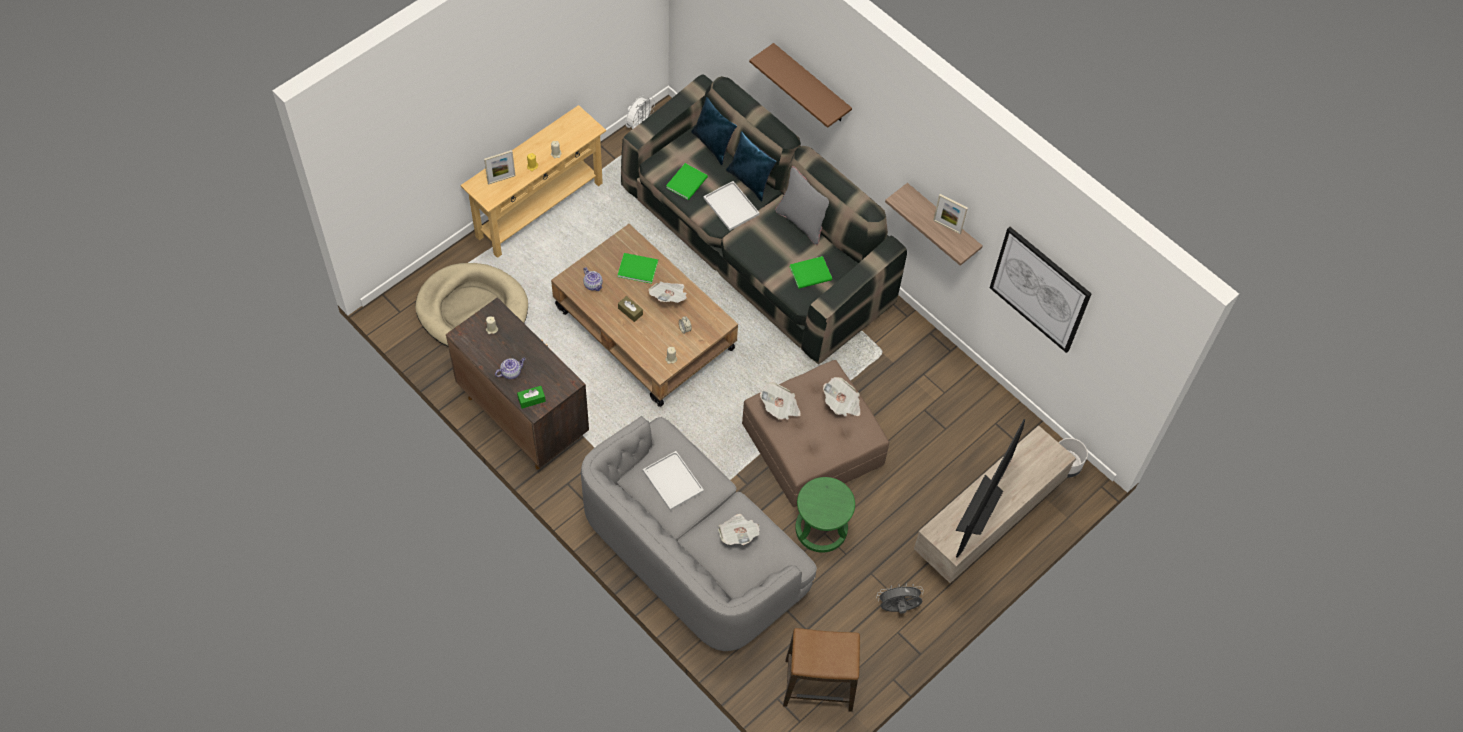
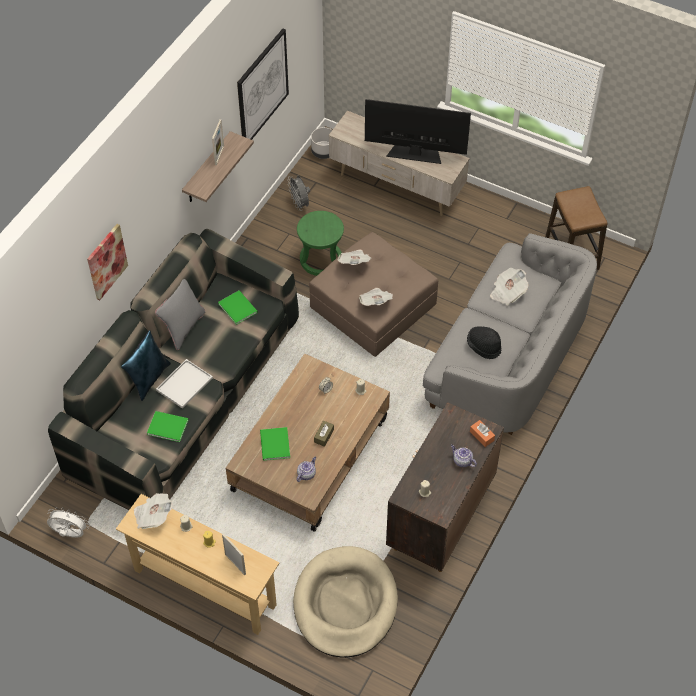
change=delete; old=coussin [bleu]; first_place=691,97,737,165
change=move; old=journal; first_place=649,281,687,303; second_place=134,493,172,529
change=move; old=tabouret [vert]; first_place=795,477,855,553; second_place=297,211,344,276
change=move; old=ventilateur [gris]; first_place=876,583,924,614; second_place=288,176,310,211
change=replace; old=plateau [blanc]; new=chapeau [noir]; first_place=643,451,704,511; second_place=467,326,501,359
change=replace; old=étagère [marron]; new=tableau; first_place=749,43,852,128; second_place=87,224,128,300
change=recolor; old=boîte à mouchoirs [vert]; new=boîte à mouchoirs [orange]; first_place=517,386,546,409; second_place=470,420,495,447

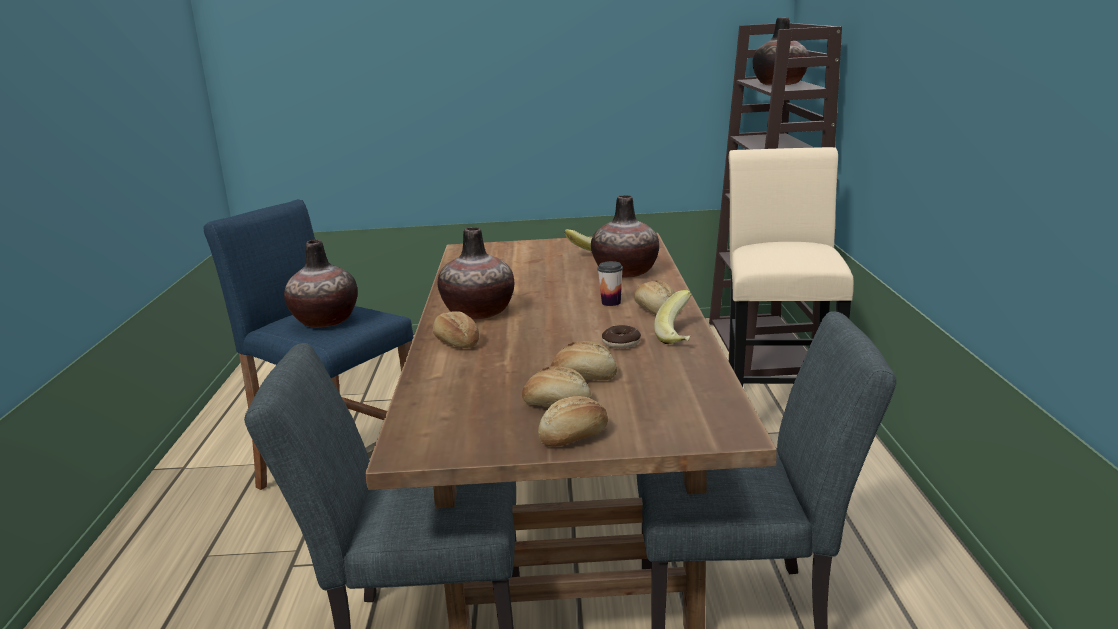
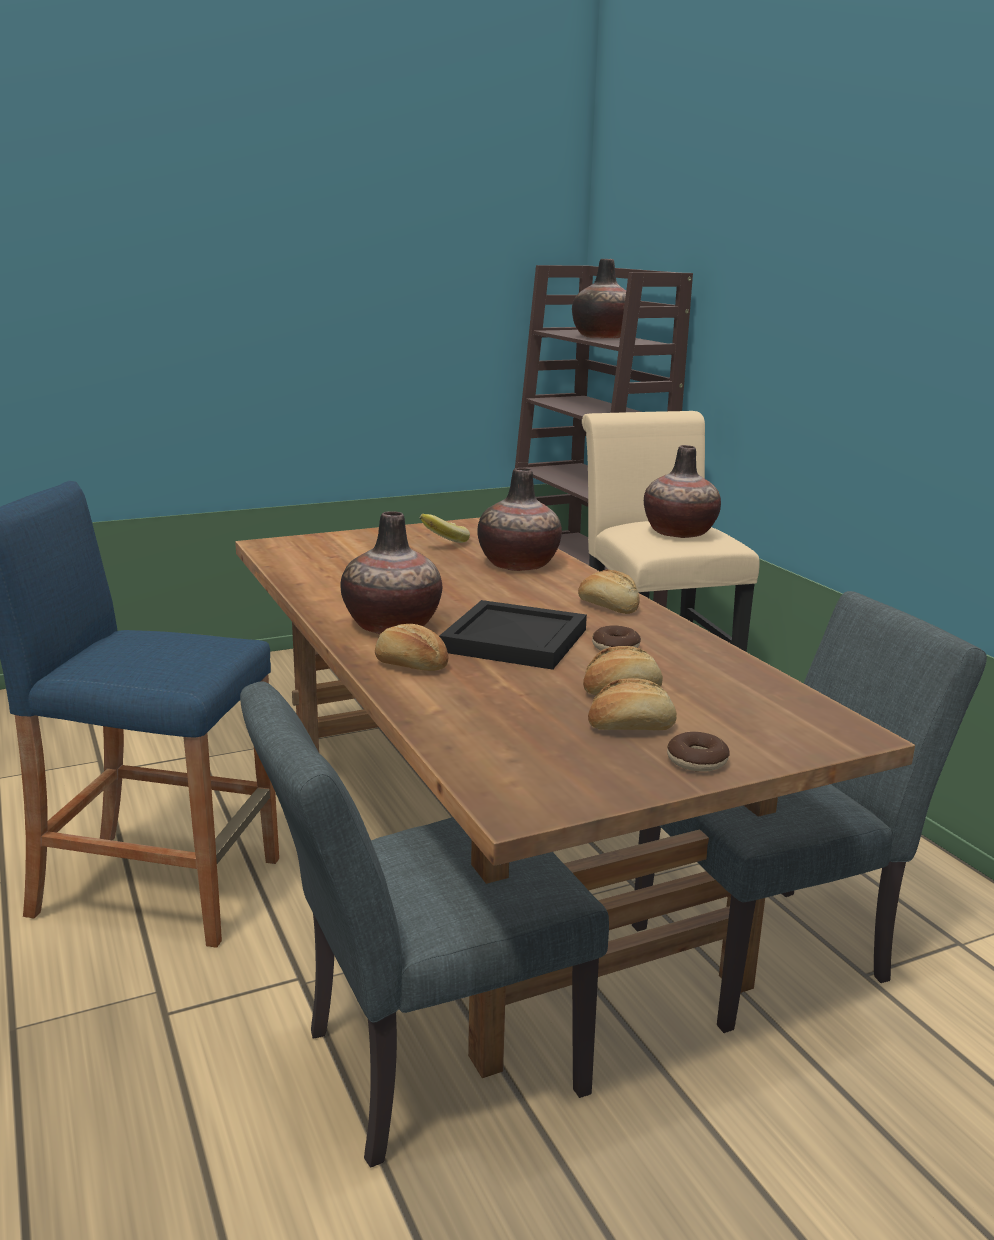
change=delete; old=tasse; first_place=597,261,623,306
change=delete; old=banane; first_place=654,290,692,344
change=insert; new=plateau [noir]; second_place=439,600,587,670
change=move; old=vase; first_place=284,240,357,328; second_place=644,445,721,538
change=replace; old=pain; new=beignet; first_place=538,396,608,447; second_place=667,732,730,772

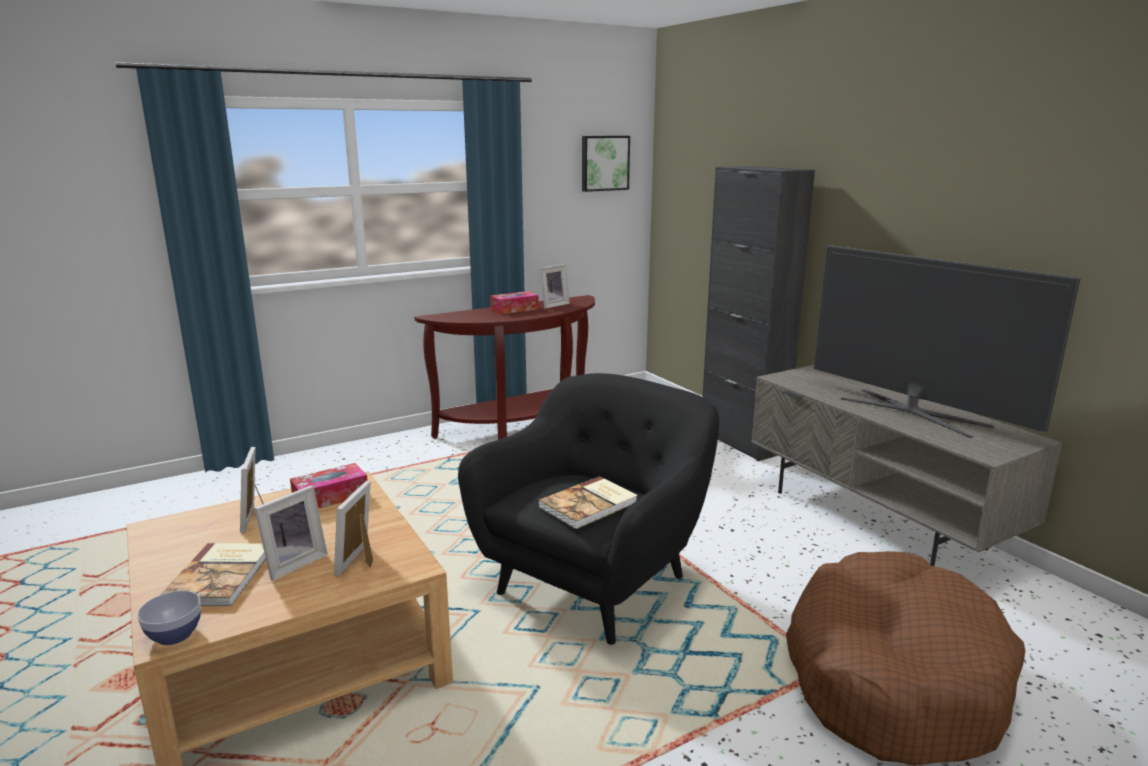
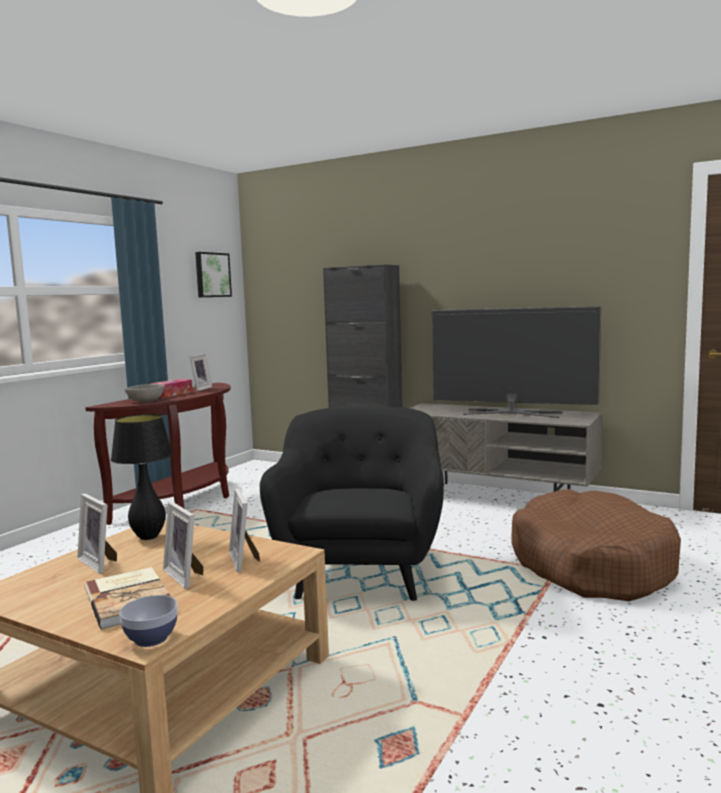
change=delete; old=livre; first_place=538,476,638,529
change=insert; new=bol [gris]; second_place=124,384,165,402
change=replace; old=boîte à mouchoirs; new=lampe de table [noir]; first_place=290,463,368,509; second_place=111,414,173,540
change=rotate; old=cadre photo; first_place=254,485,328,581; second_place=163,501,203,589; degrees=135

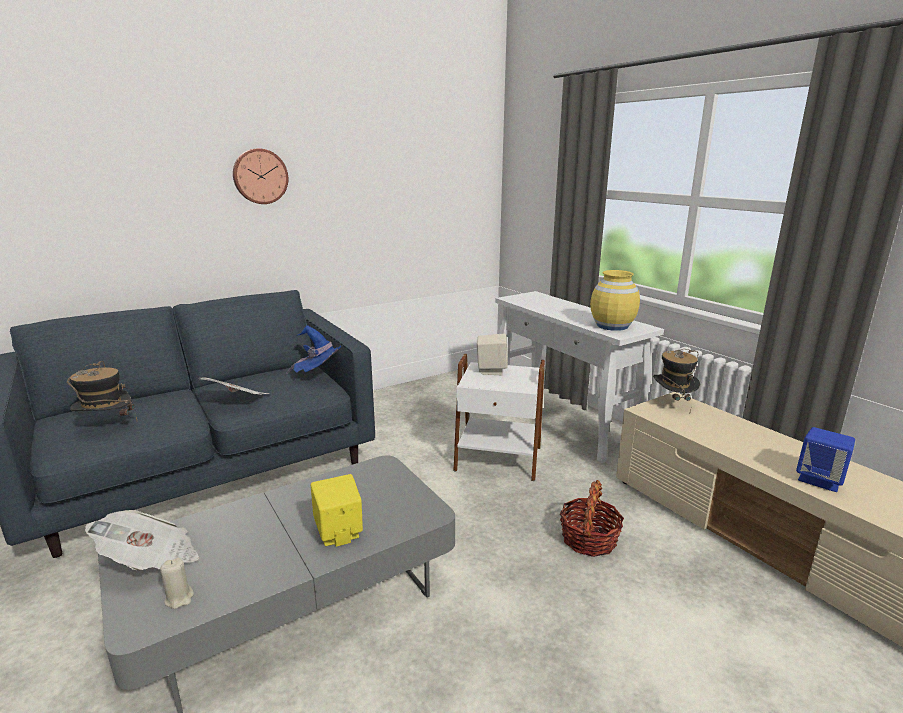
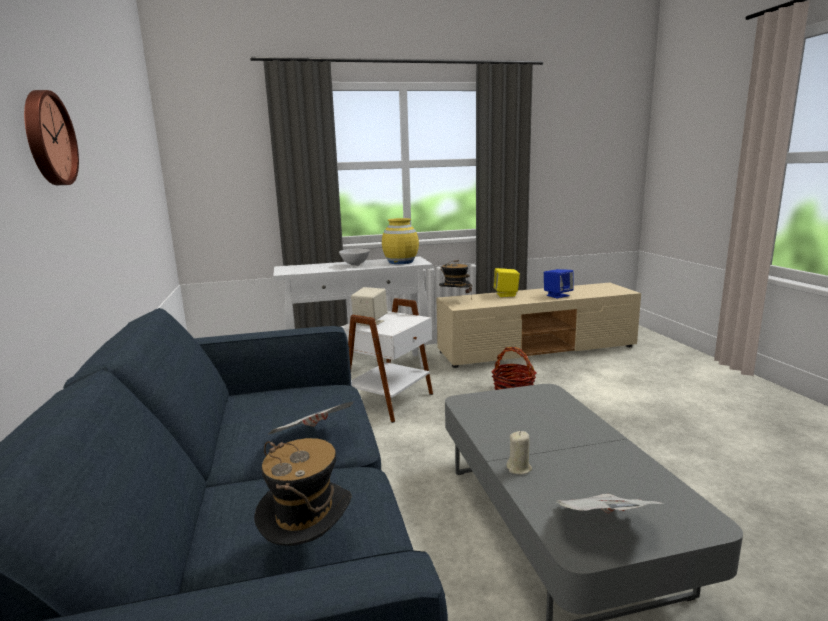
change=delete; old=chapeau [bleu]; first_place=286,325,341,374
change=insert; new=bol [blanc]; second_place=339,249,370,266
change=move; old=bougie [beige]; first_place=160,558,194,609; second_place=506,431,532,475
change=move; old=enceinte [jaune]; first_place=311,474,363,547; second_place=493,268,520,297

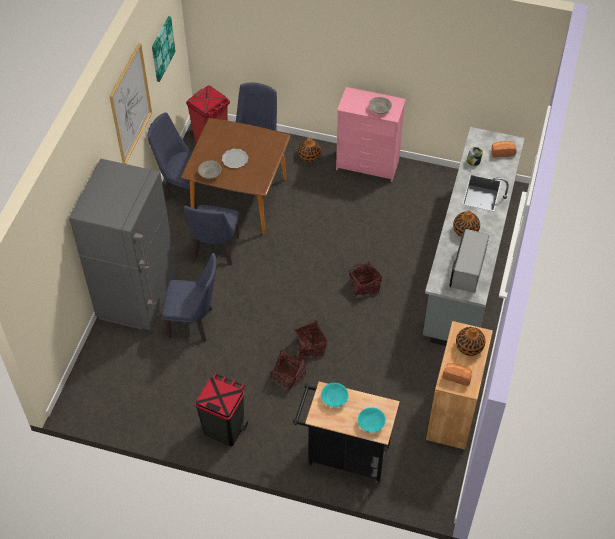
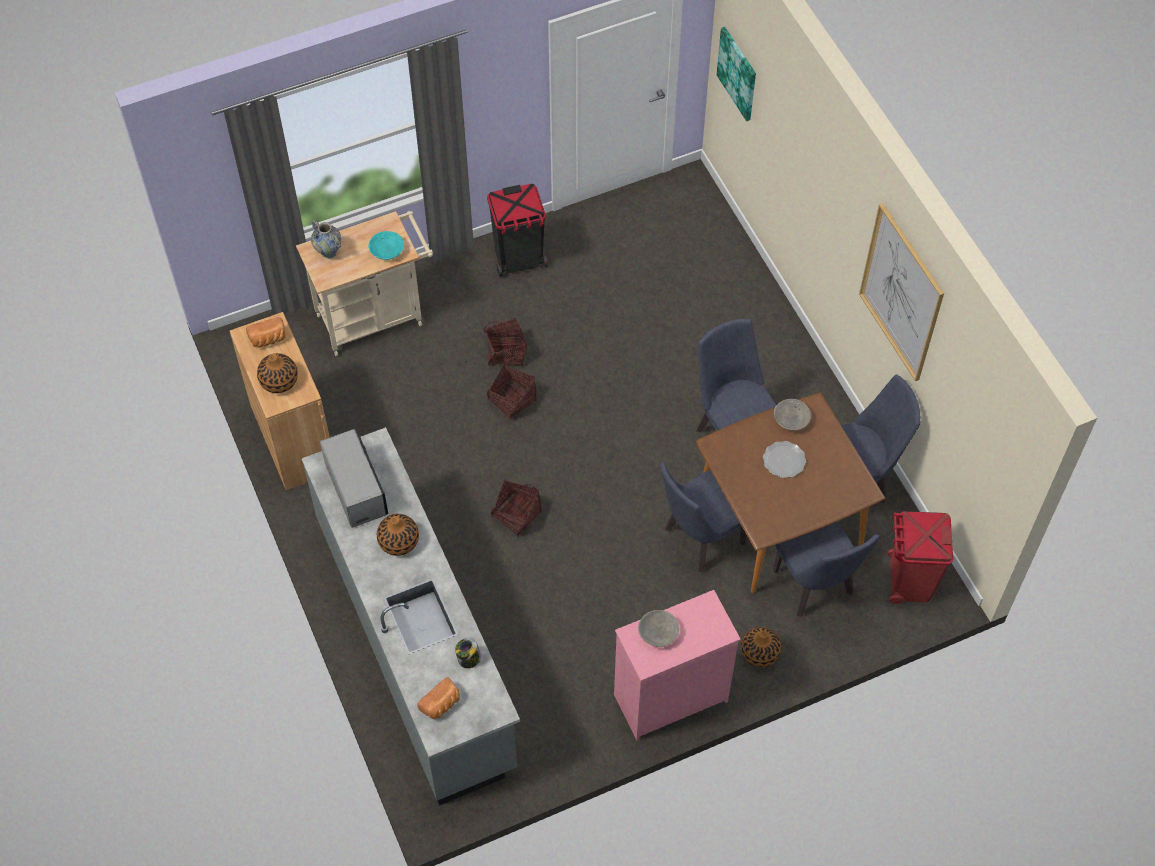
change=delete; old=réfrigérateur [gris]; first_place=69,159,176,331
change=move; old=tableau; first_place=152,16,175,82; second_place=717,27,756,121
change=move; old=chaise [bleu]; first_place=162,253,217,342; second_place=660,463,747,572
change=replace; old=bol [turquoise]; new=vase; first_place=358,407,386,433; second_place=311,220,341,259
change=recolor; old=chariot [noir]; new=chariot [beige]; first_place=293,382,400,483; second_place=296,211,433,356

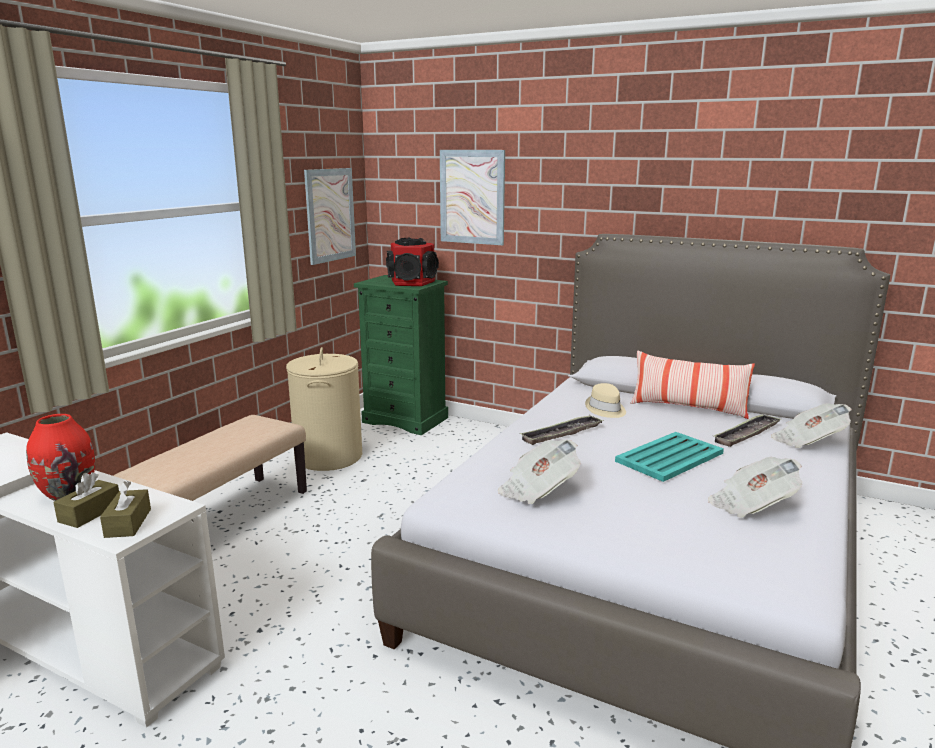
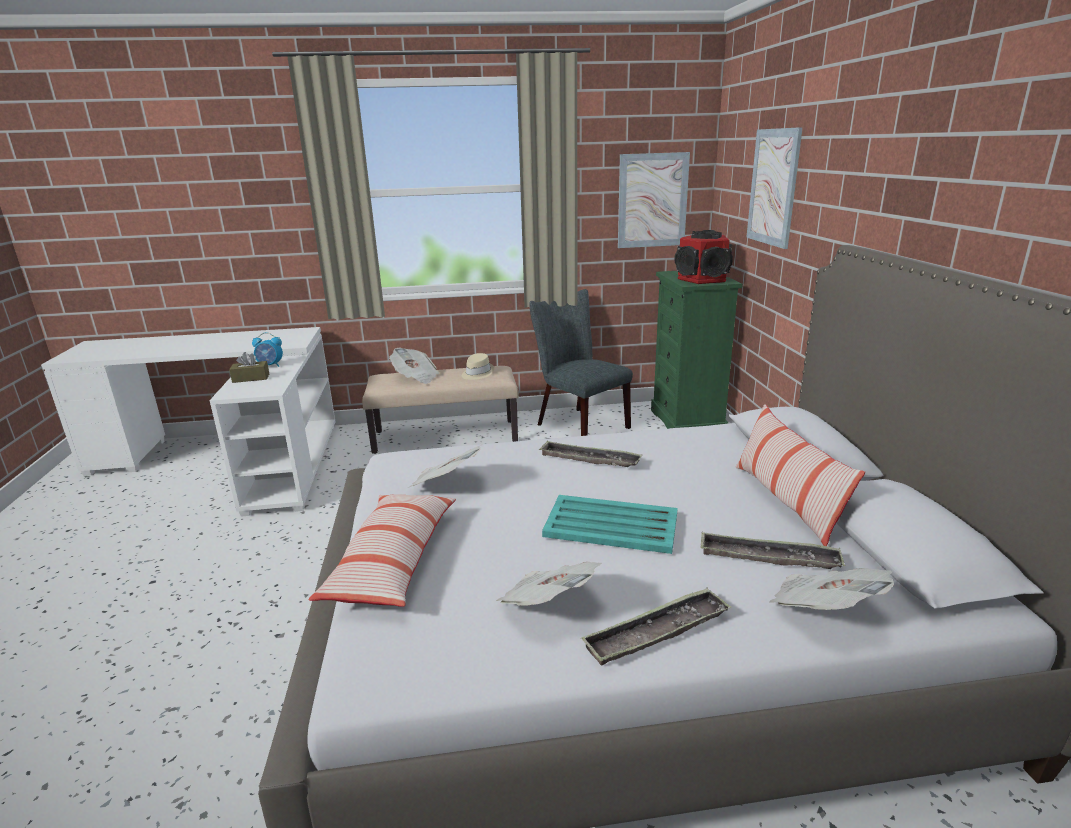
change=delete; old=boîte à mouchoirs [marron]; first_place=100,481,151,538
change=insert; new=coussin; second_place=308,494,456,607
change=insert; new=journal; second_place=389,348,439,384
change=insert; new=plateau; second_place=581,588,732,665
change=move; old=chapeau [beige]; first_place=585,383,626,418; second_place=462,353,494,380
change=replace; old=vase [rouge]; new=réveil; first_place=26,414,95,501; second_place=252,332,283,367
change=replace; old=panier à linge [beige]; new=chaise [gris]; first_place=286,347,362,471; second_place=529,289,633,436

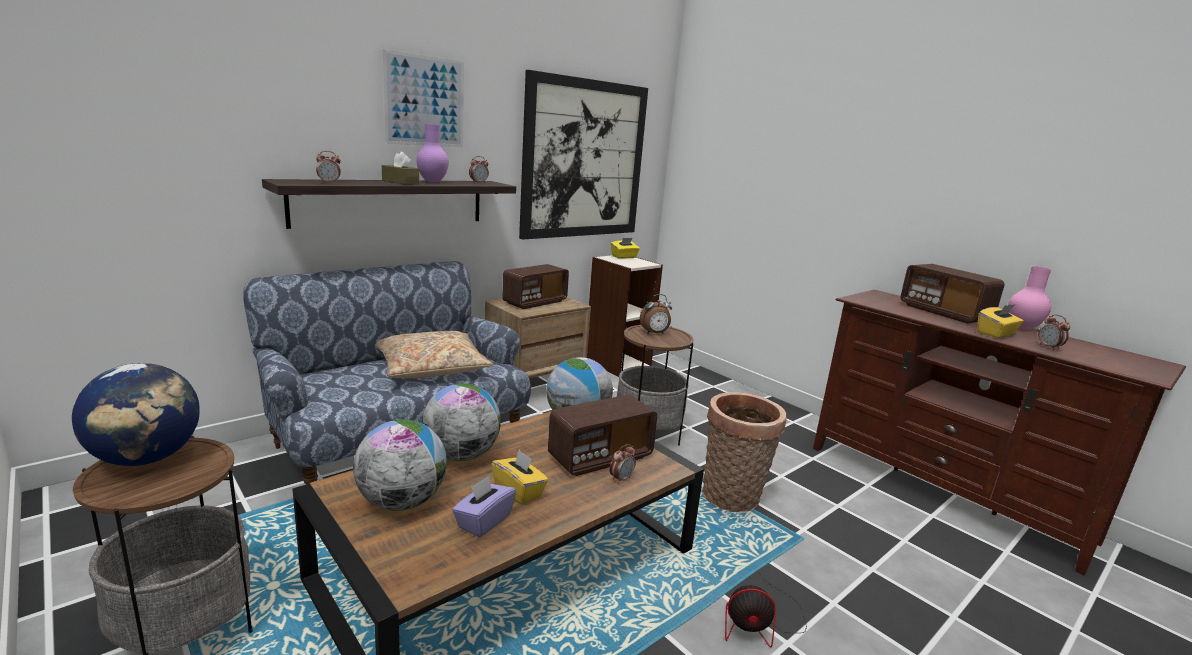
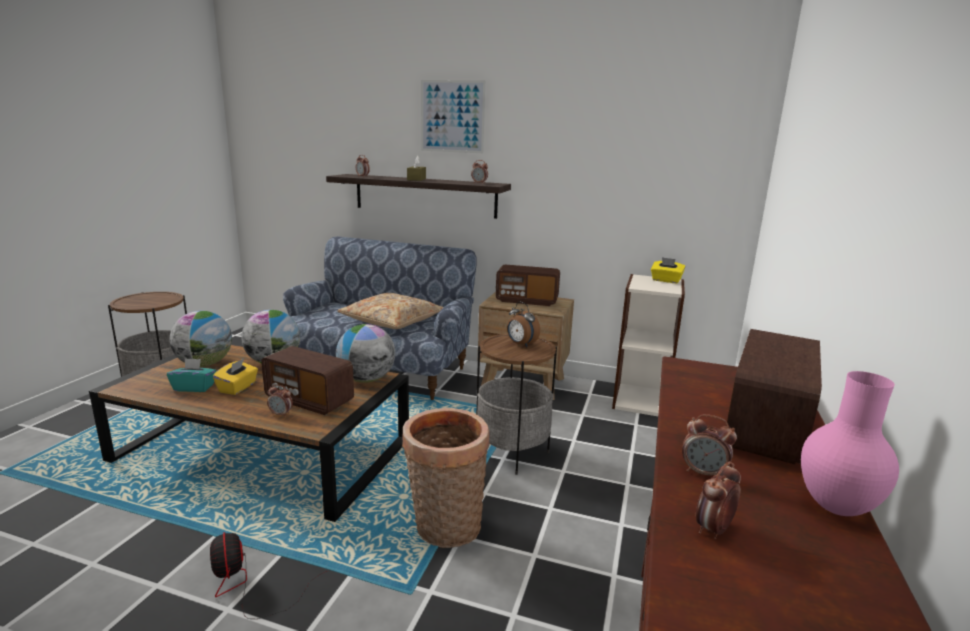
change=delete; old=globe; first_place=72,363,200,466
change=delete; old=vase [violet]; first_place=416,124,449,183
change=delete; old=tableau; first_place=519,70,648,240
change=replace; old=boîte à mouchoirs [jaune]; new=réveil; first_place=978,305,1024,338; second_place=682,414,737,476
change=recolor; old=boîte à mouchoirs [violet]; new=boîte à mouchoirs [turquoise]; first_place=452,476,516,537; second_place=167,358,216,392

